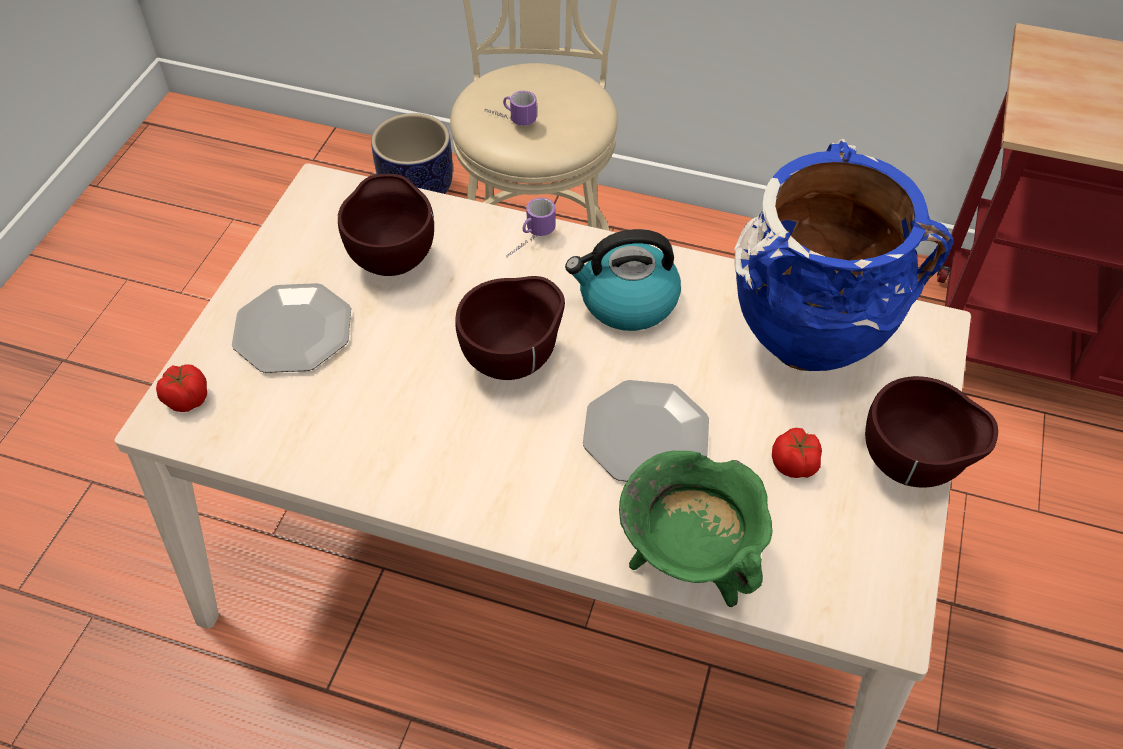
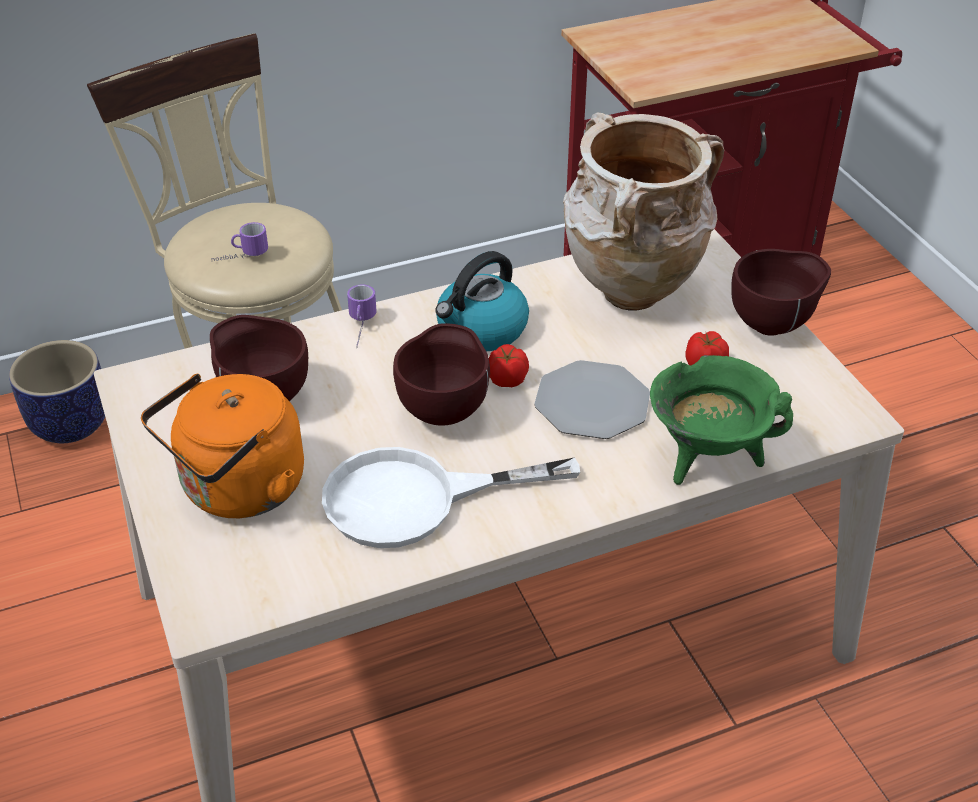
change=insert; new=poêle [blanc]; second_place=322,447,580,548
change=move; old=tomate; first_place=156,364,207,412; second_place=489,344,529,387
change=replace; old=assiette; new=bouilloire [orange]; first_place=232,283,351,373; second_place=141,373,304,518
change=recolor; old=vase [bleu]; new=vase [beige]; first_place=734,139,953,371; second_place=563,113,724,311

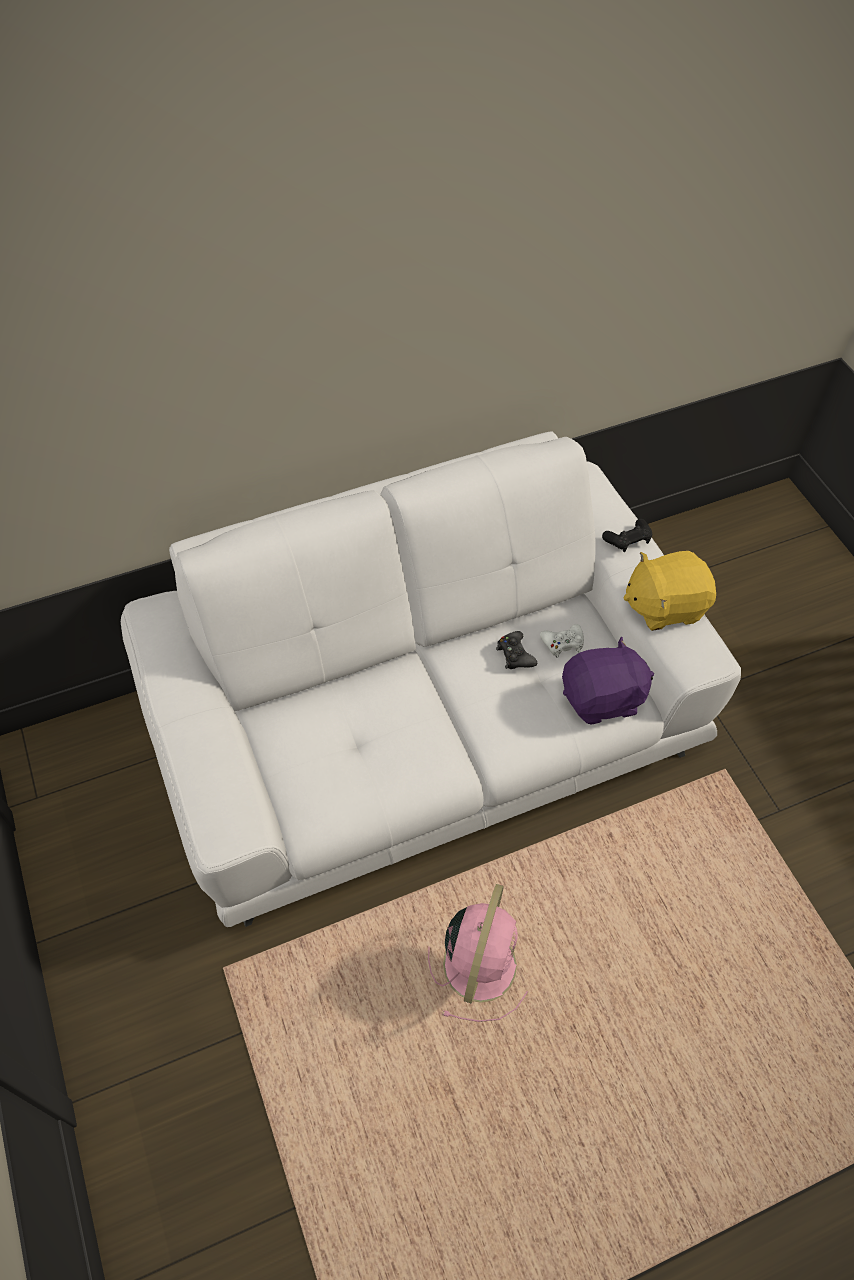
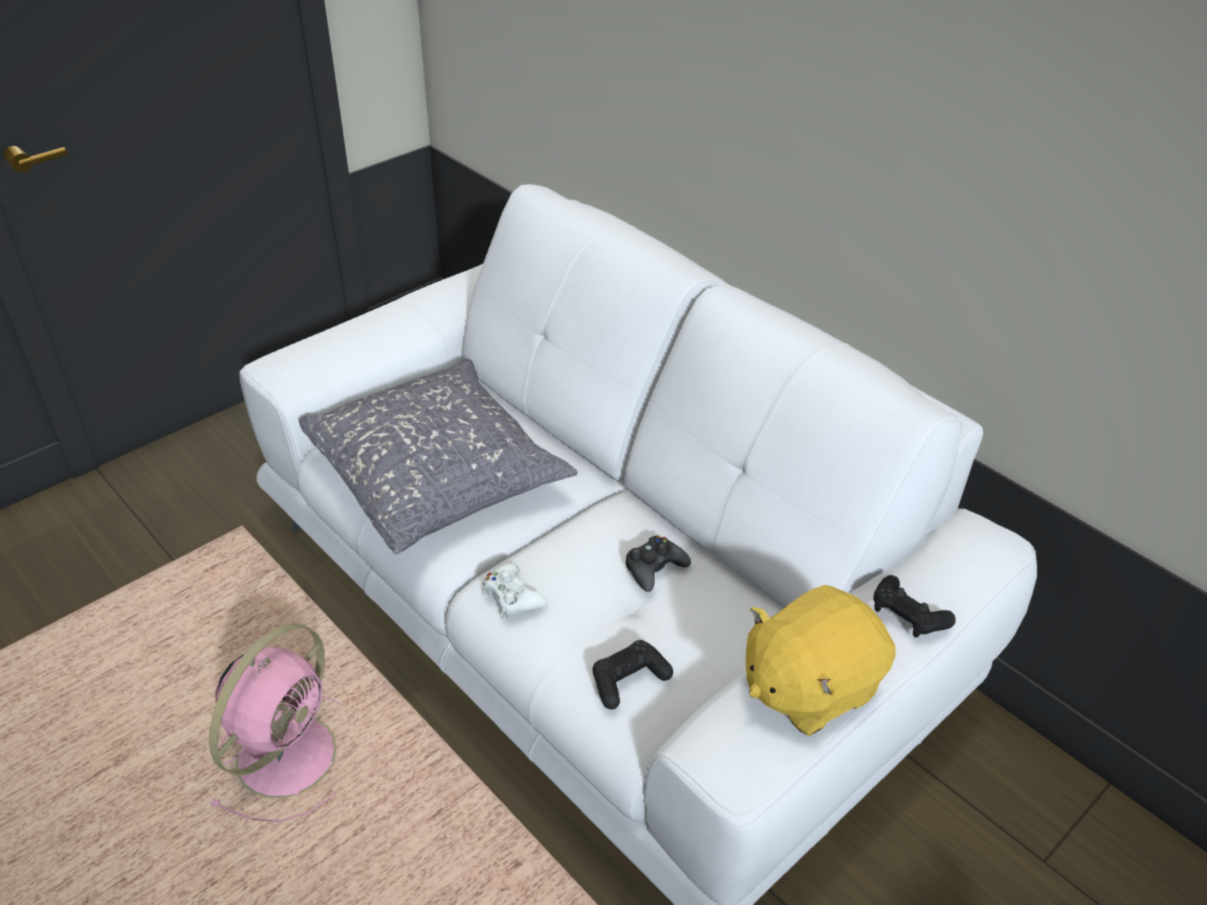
change=insert; new=coussin [gris]; second_place=299,359,578,554
change=move; old=manette [blanc]; first_place=540,624,584,658; second_place=482,563,547,618
change=replace; old=peluche [violet]; new=manette [noir]; first_place=562,636,654,725; second_place=593,640,673,709
change=rotate; old=ventilateur [rose]; first_place=428,884,528,1022; second_place=209,623,340,822; degrees=-60
change=rotate; old=peluche [jaune]; first_place=623,551,716,631; second_place=746,585,896,736; degrees=-90

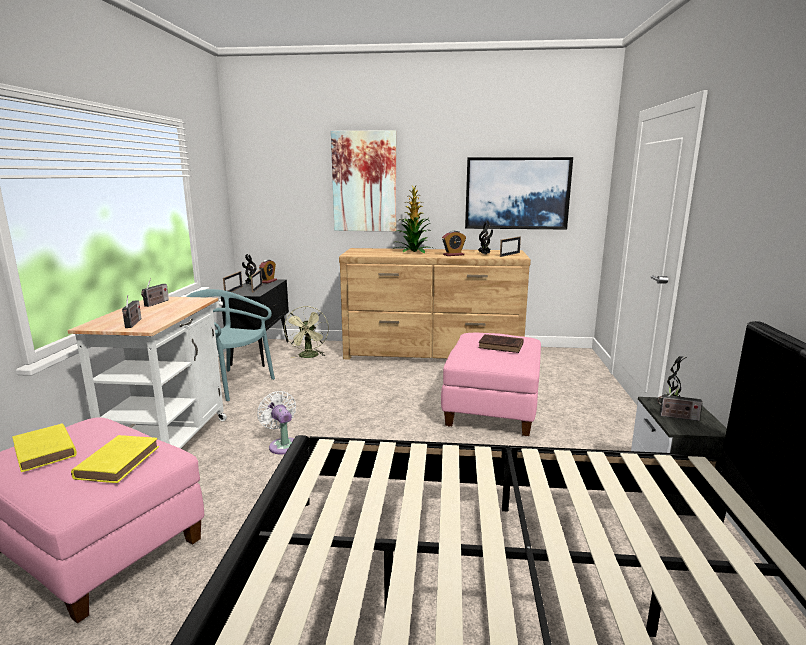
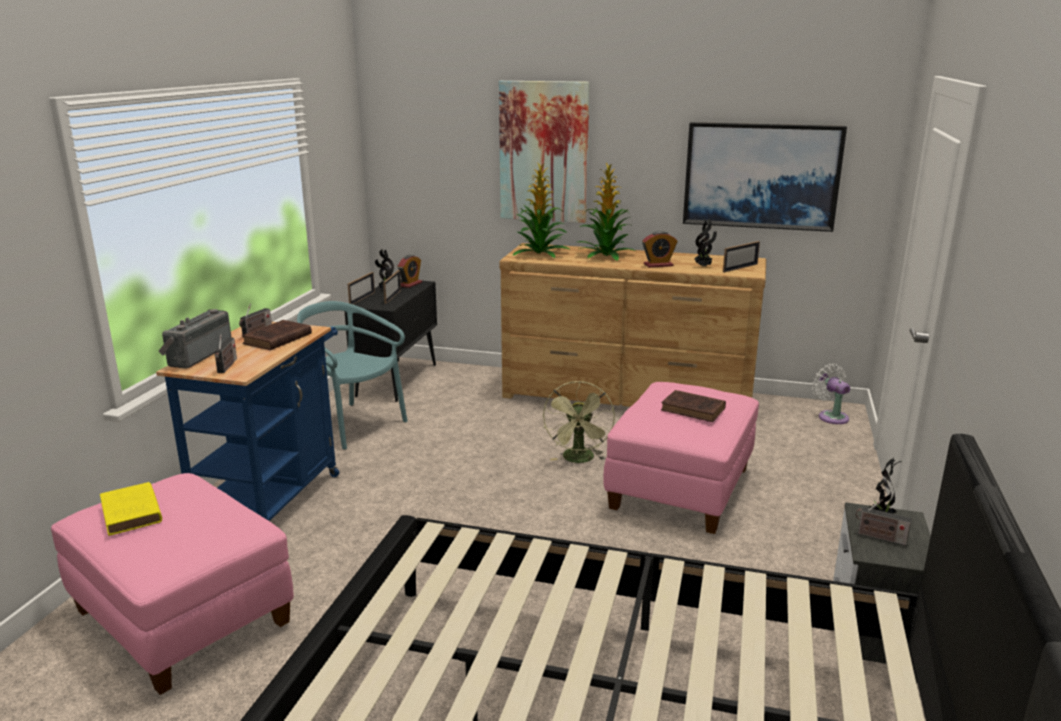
change=delete; old=livre [jaune]; first_place=71,435,159,483
change=insert; new=radio; second_place=158,309,232,369
change=insert; new=livre [marron]; second_place=242,320,312,350
change=insert; new=plante en pot; second_place=513,162,571,258
change=move; old=ventilateur [blanc]; first_place=257,391,296,454; second_place=812,364,850,424
change=move; old=ventilateur [vert]; first_place=284,306,329,358; second_place=543,381,615,463
change=recolor; old=chariot [blanc]; new=chariot [bleu]; first_place=67,297,227,449; second_place=156,321,339,521

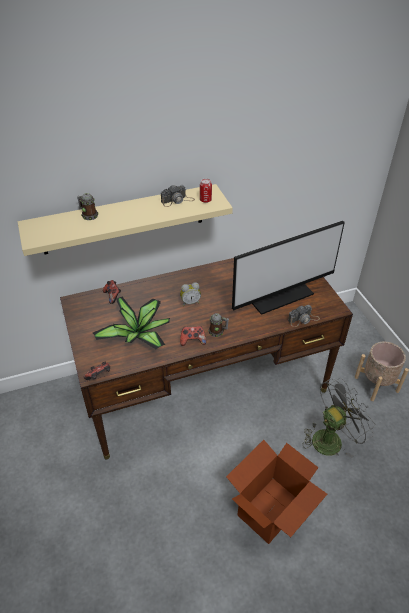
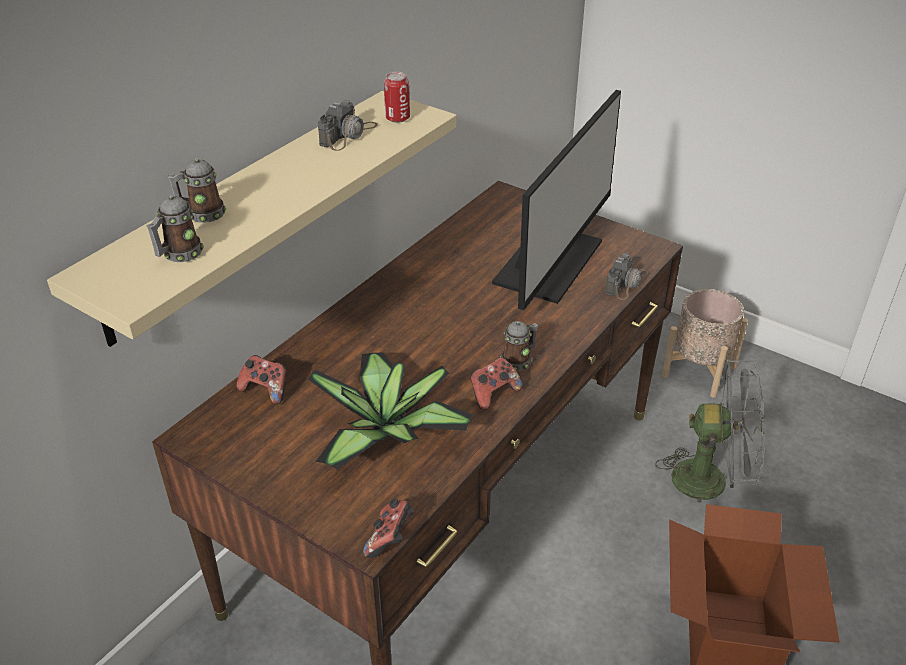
change=delete; old=réveil; first_place=180,282,201,306
change=insert; new=mug; second_place=146,195,204,262
change=rotate; old=ventilateur [gris]; first_place=303,378,375,458; second_place=655,359,765,503; degrees=75

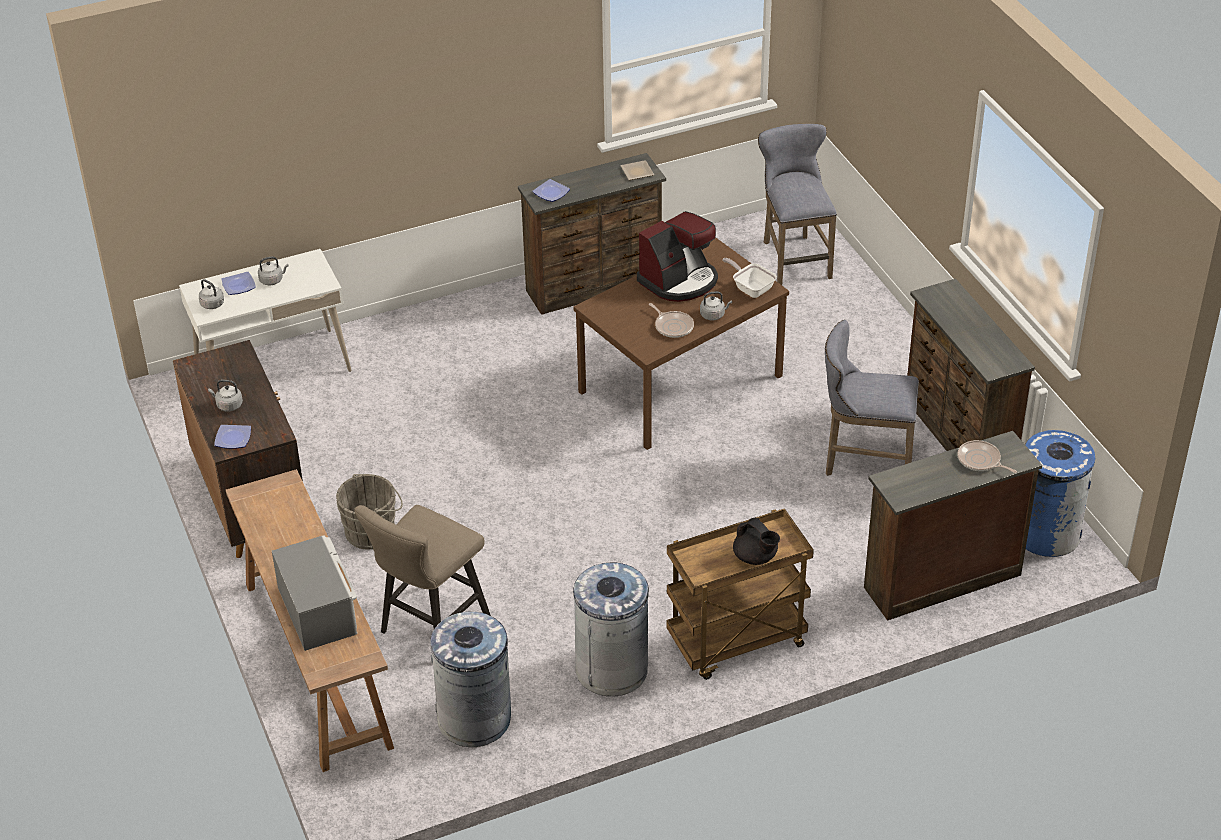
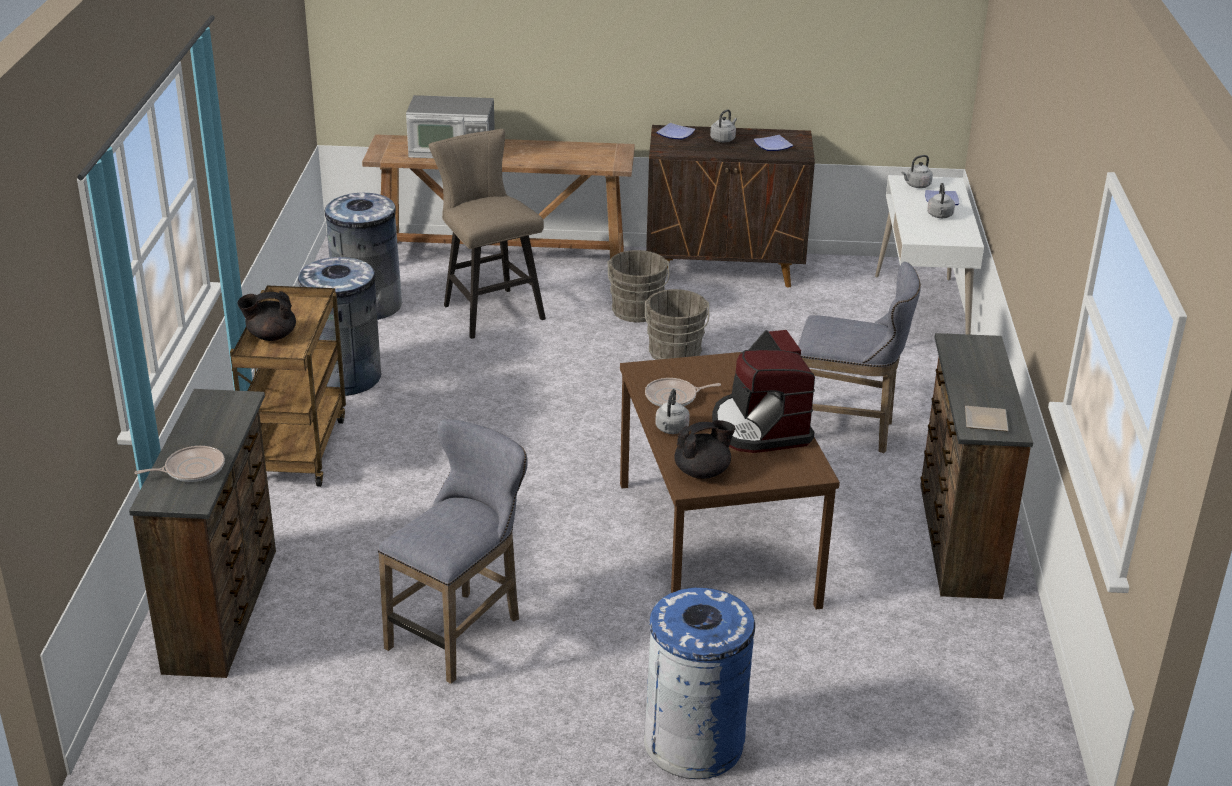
change=delete; old=commode [marron]; first_place=907,279,1035,451
change=insert; new=seau [gris]; second_place=645,289,709,360
change=move; old=assiette; first_place=532,179,570,202; second_place=754,135,793,151
change=move; old=tabouret [gris]; first_place=758,124,837,285; second_place=798,262,921,453
change=move; old=poubelle [bleu]; first_place=1025,430,1095,557; second_place=644,588,755,779
change=replace; old=poêle; new=théière [noir]; first_place=722,258,777,298; second_place=674,420,735,479

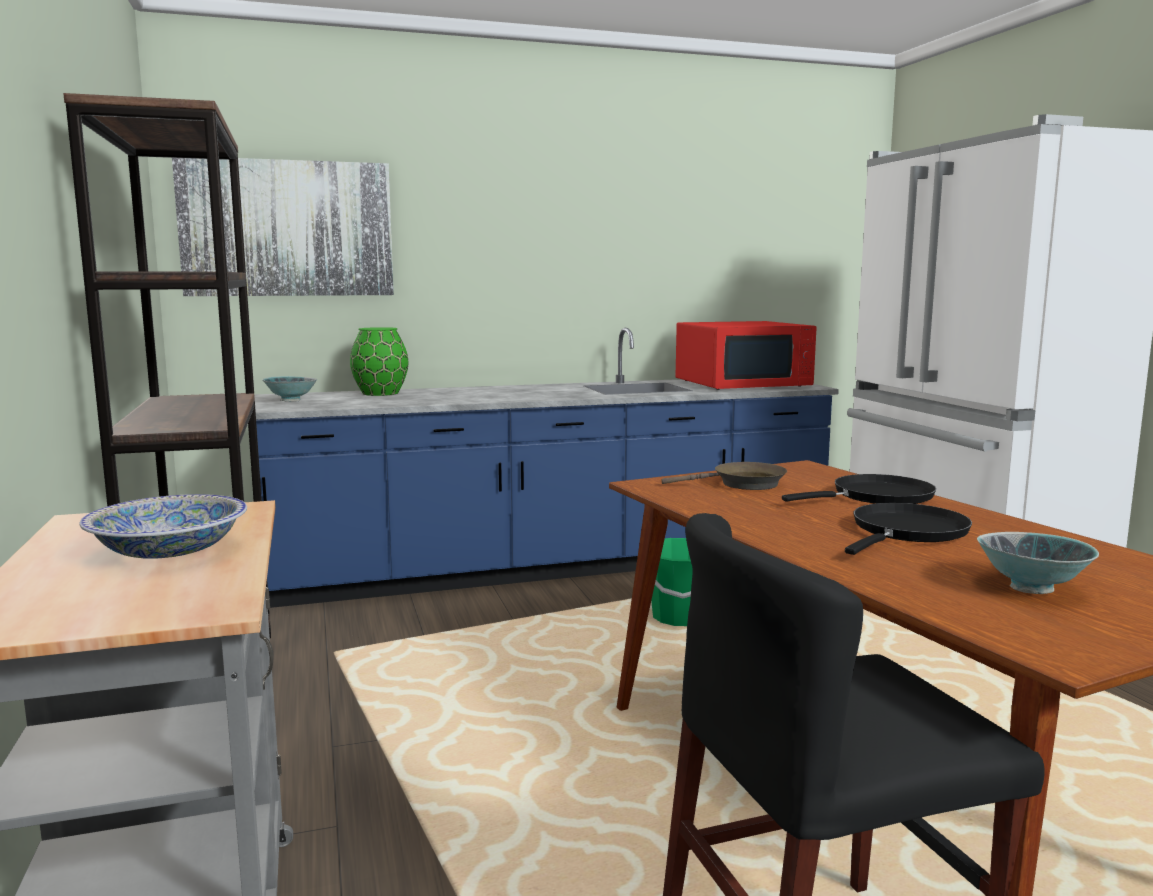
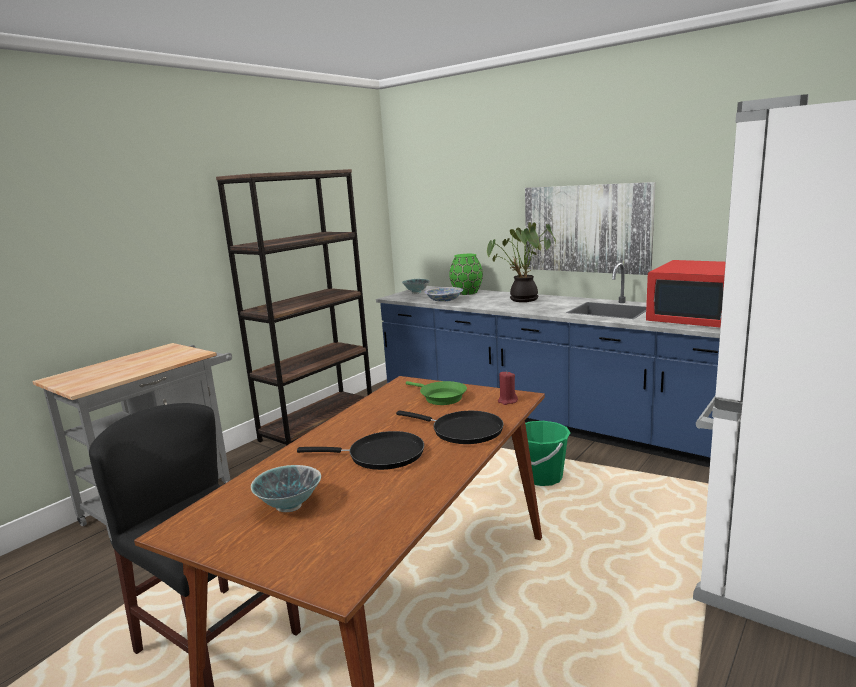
change=insert; new=plante en pot; second_place=487,222,556,302
change=insert; new=bougie [rouge]; second_place=498,372,518,405
change=move; old=bol; first_place=79,494,247,559; second_place=425,287,463,302
change=move; old=tableau; first_place=172,158,394,296; second_place=525,182,655,275
change=recolor; old=poêle [marron]; new=poêle [vert]; first_place=662,462,787,490; second_place=406,381,467,405

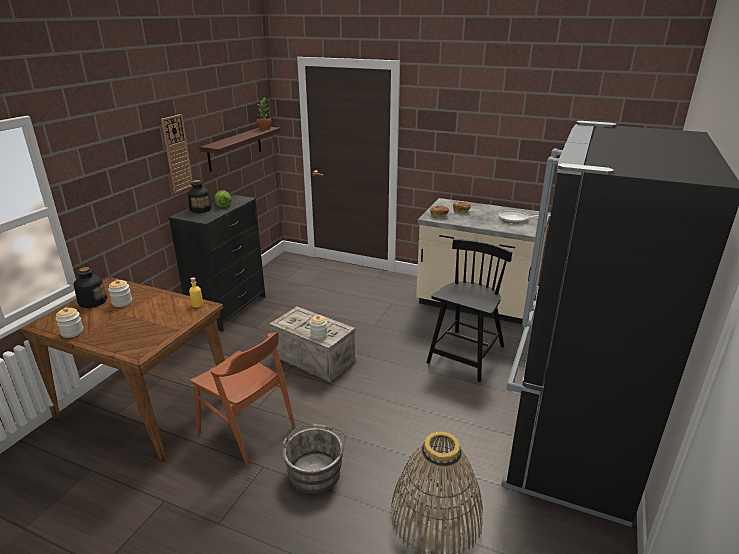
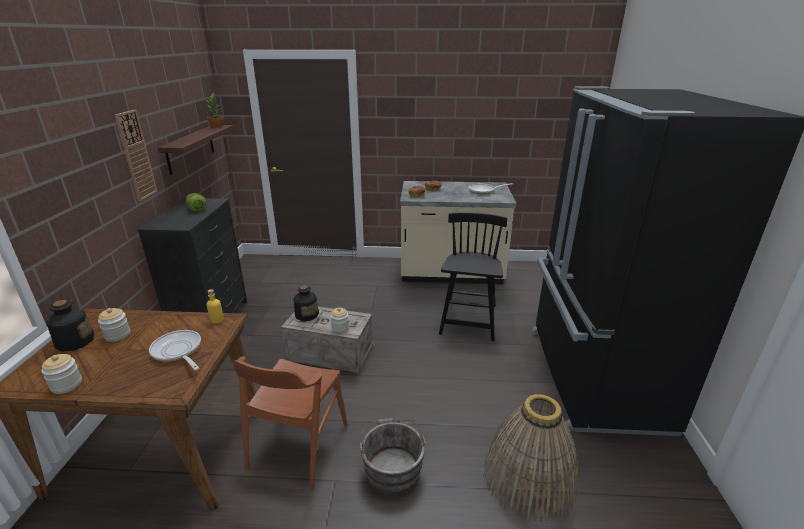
change=insert; new=poêle; second_place=149,330,201,371
change=move; old=bouteille; first_place=188,180,212,213; second_place=294,285,319,321
change=rotate; old=chaise [marron]; first_place=190,332,296,467; second_place=233,356,347,489; degrees=90

